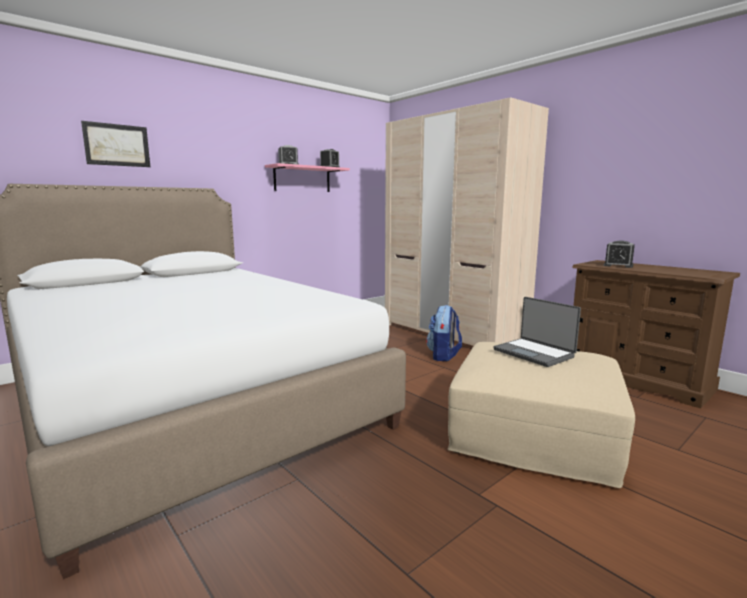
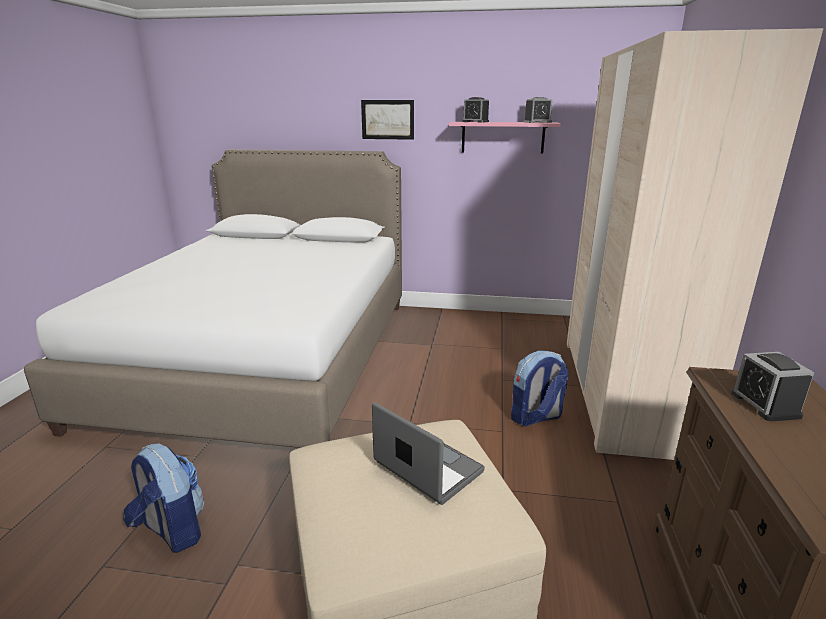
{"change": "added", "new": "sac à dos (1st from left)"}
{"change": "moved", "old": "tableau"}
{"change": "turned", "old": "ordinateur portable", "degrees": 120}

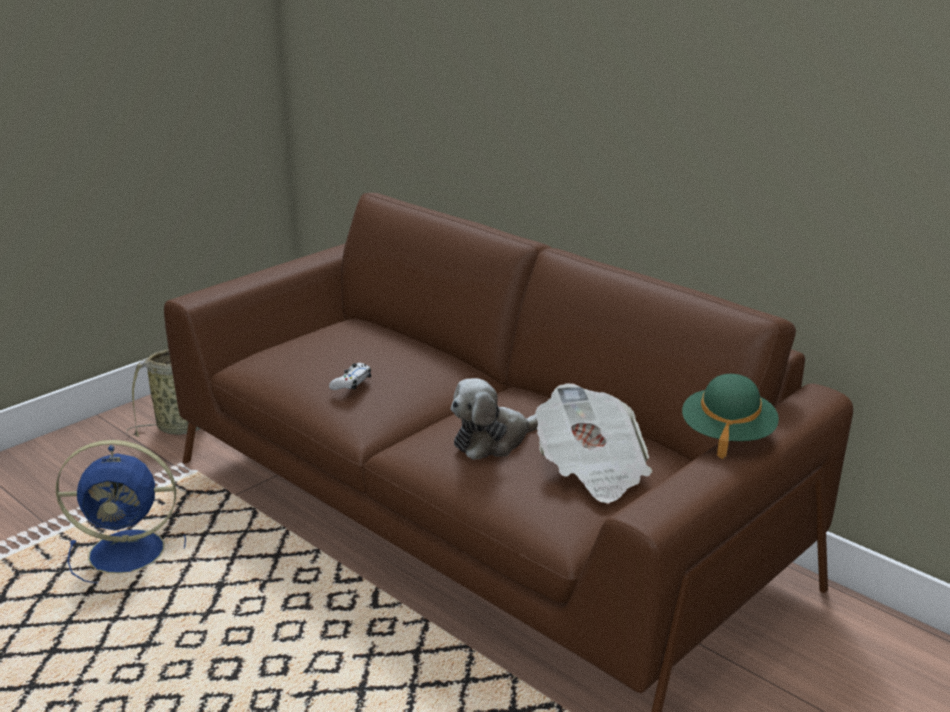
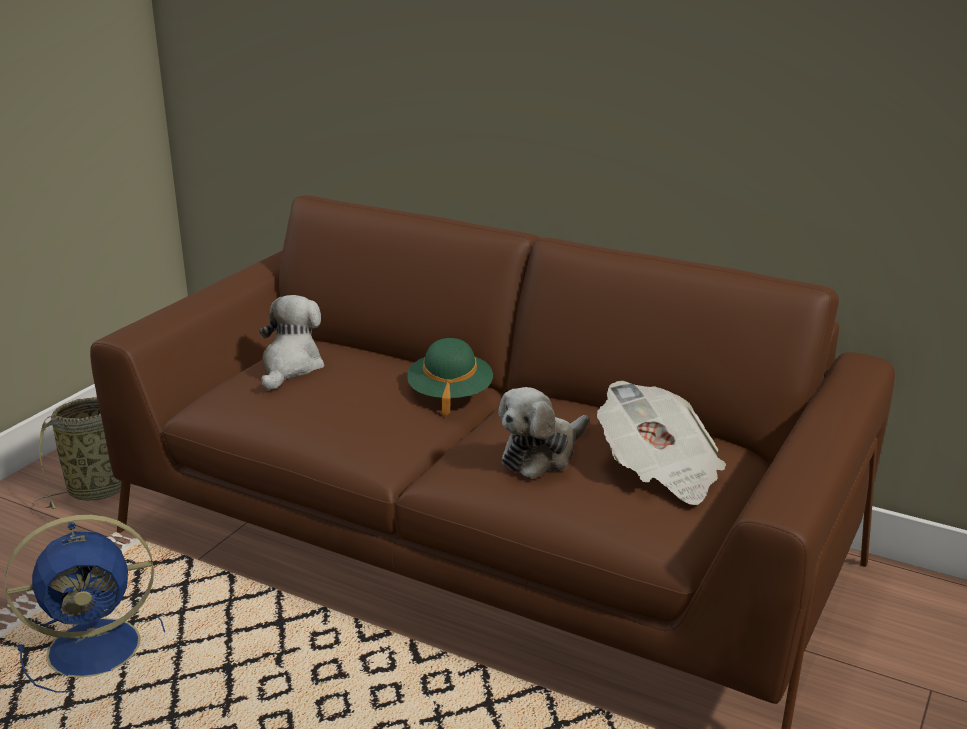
{"change": "removed", "old": "manette [blanc]"}
{"change": "added", "new": "peluche (1st from left)"}
{"change": "moved", "old": "chapeau [vert]"}

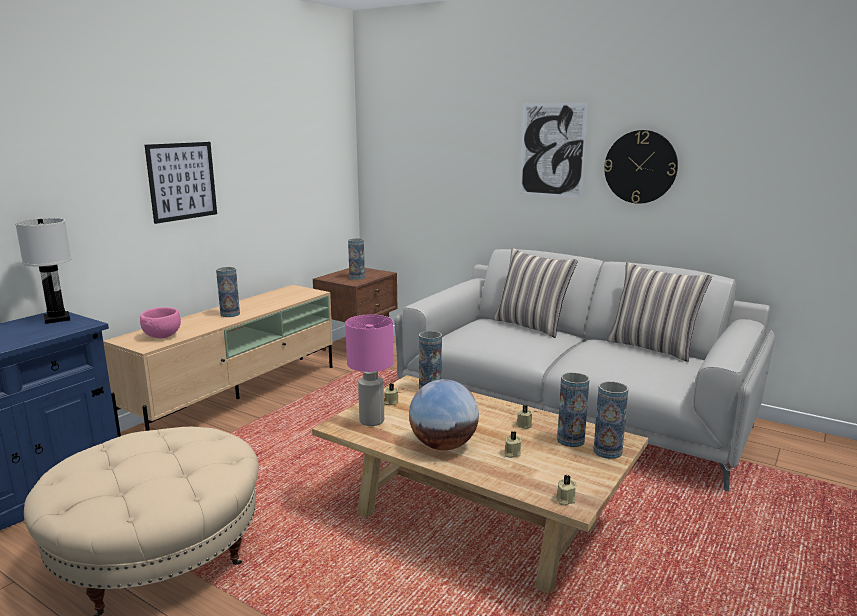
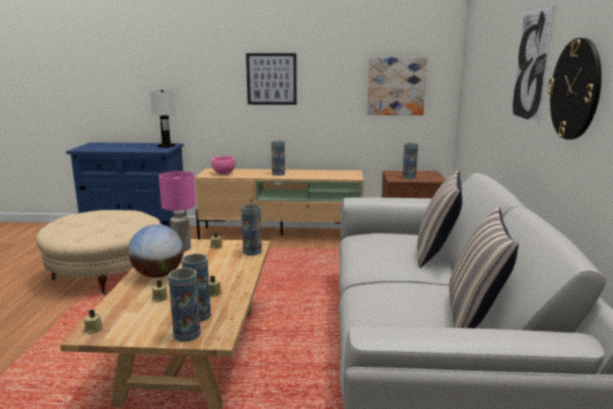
{"change": "added", "new": "tableau (2nd from left)"}

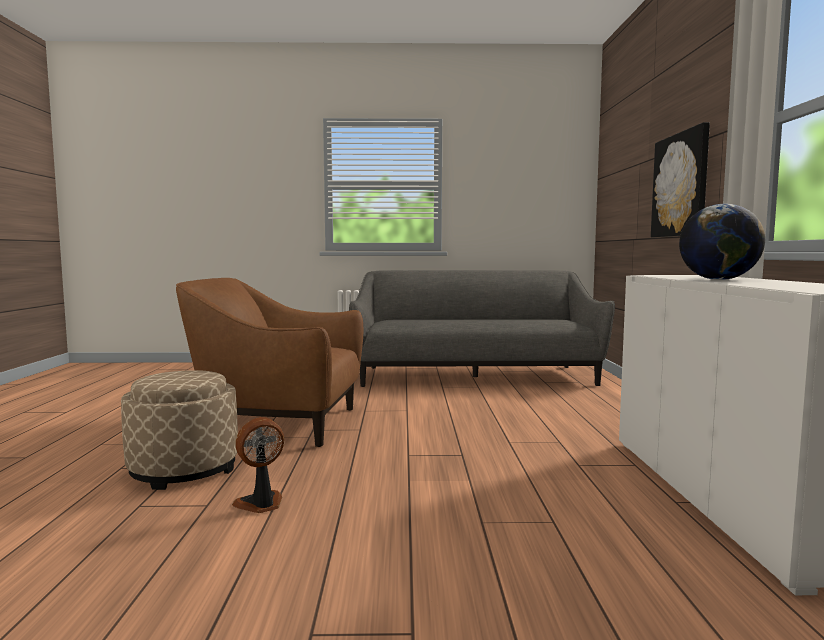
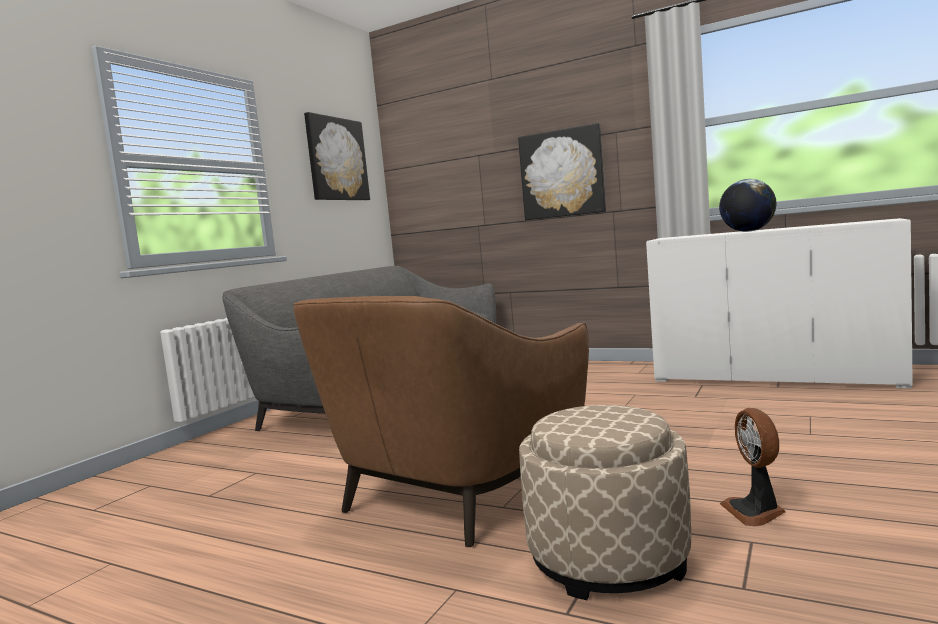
{"change": "added", "new": "tableau (1st from left)"}

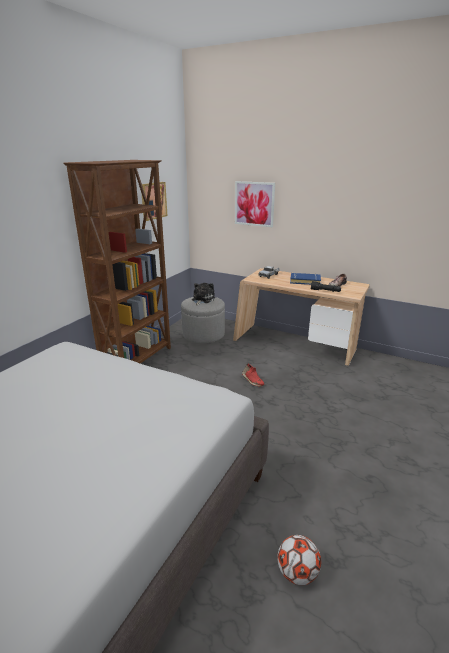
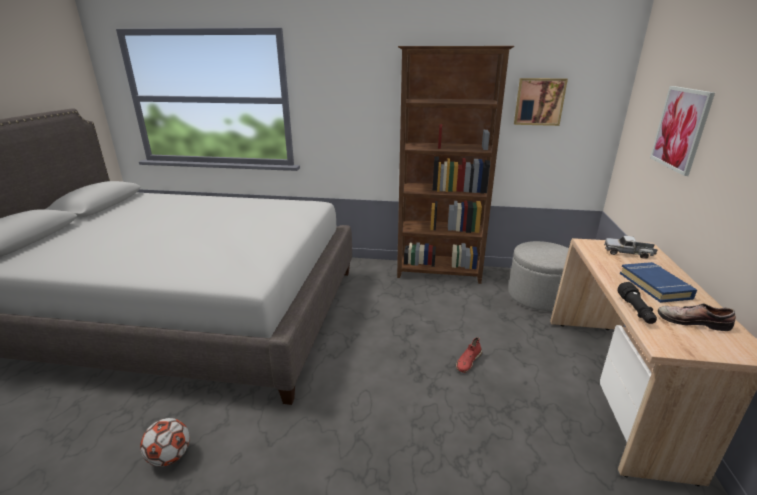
{"change": "removed", "old": "peluche"}

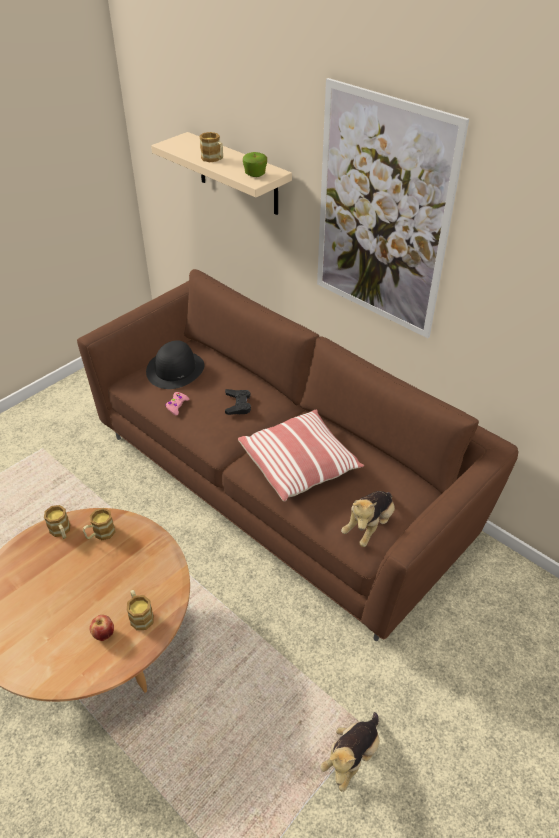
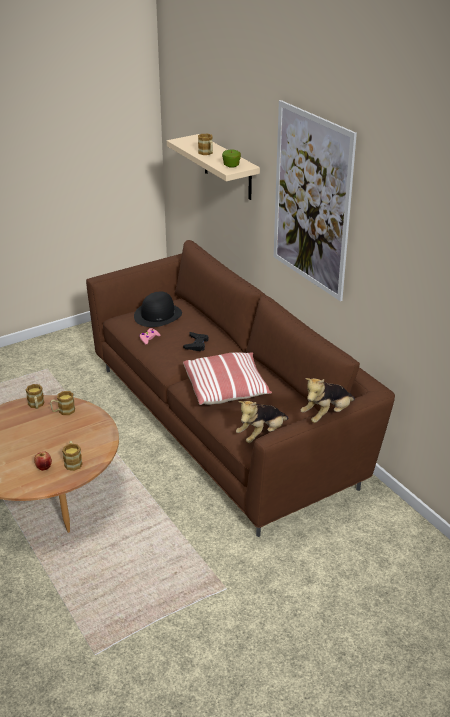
{"change": "moved", "old": "peluche (1st from left in the first image)", "new": "peluche (2nd from left)"}

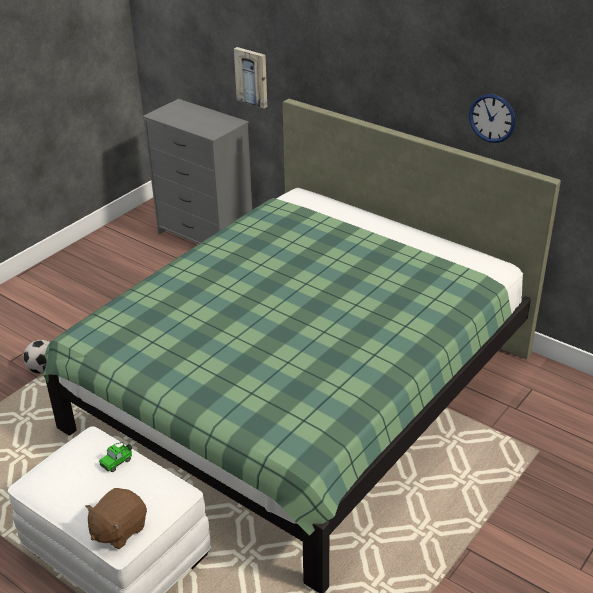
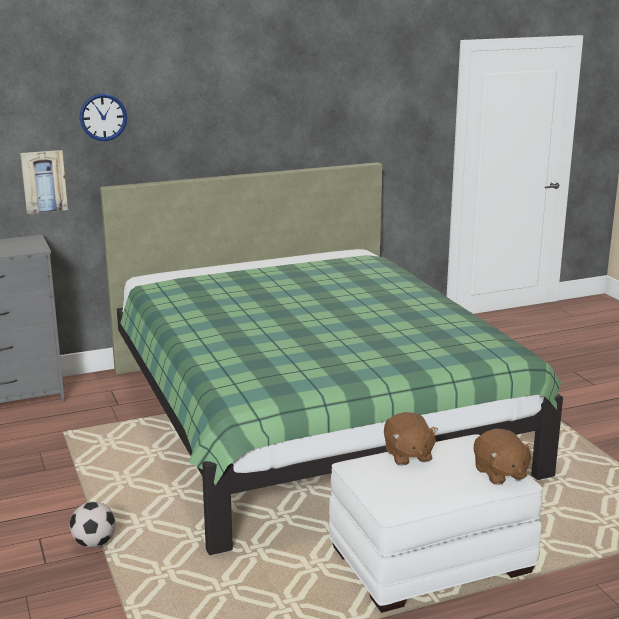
{"change": "moved", "old": "horloge murale"}
{"change": "replaced", "old": "petite voiture", "new": "peluche [marron] (1st from left)"}

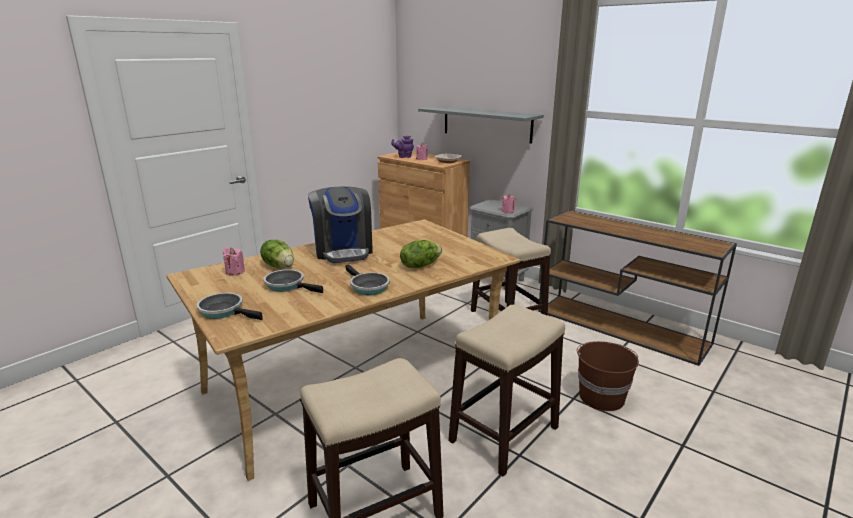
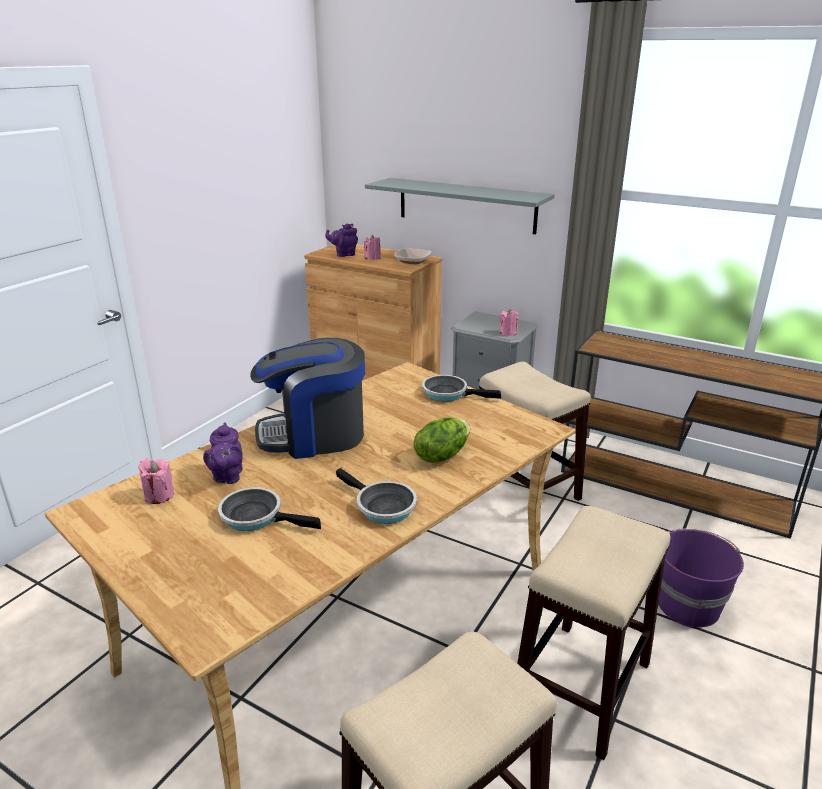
{"change": "moved", "old": "poêle (1st from left in the first image)", "new": "poêle (3rd from left)"}
{"change": "replaced", "old": "laitue (1st from left)", "new": "théière [violet] (1st from left)"}
{"change": "recoloured", "old": "seau [marron]", "new": "seau [violet]"}
{"change": "turned", "old": "machine à café", "degrees": 105}

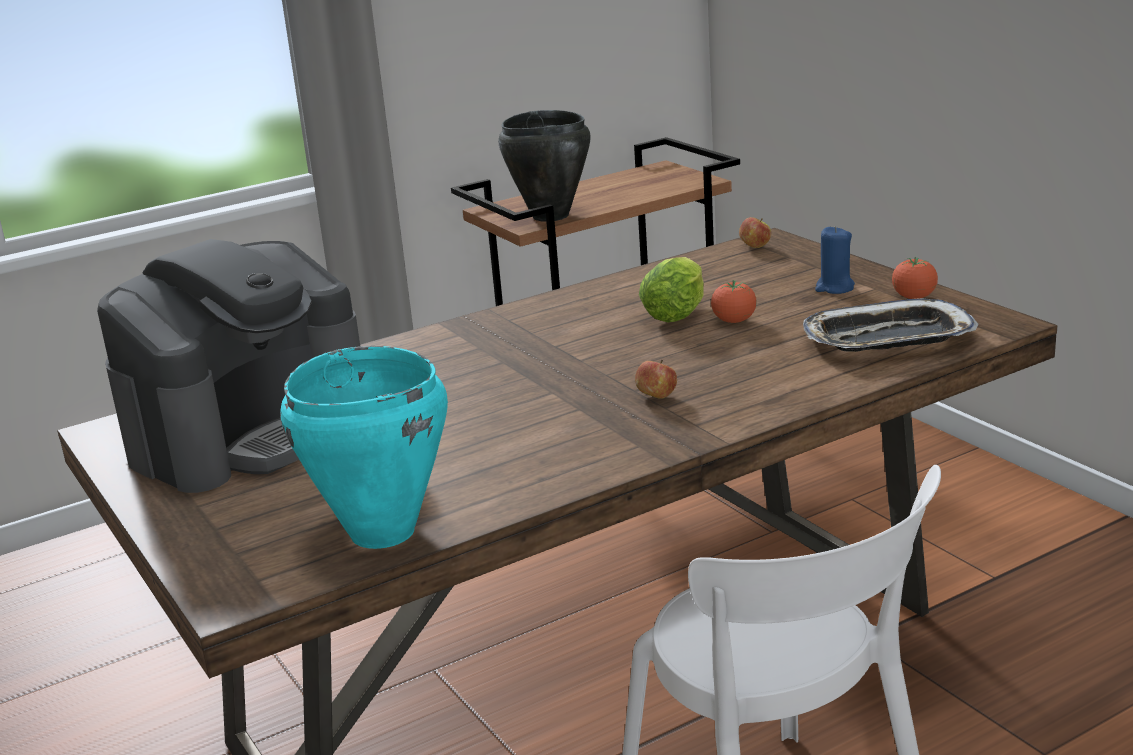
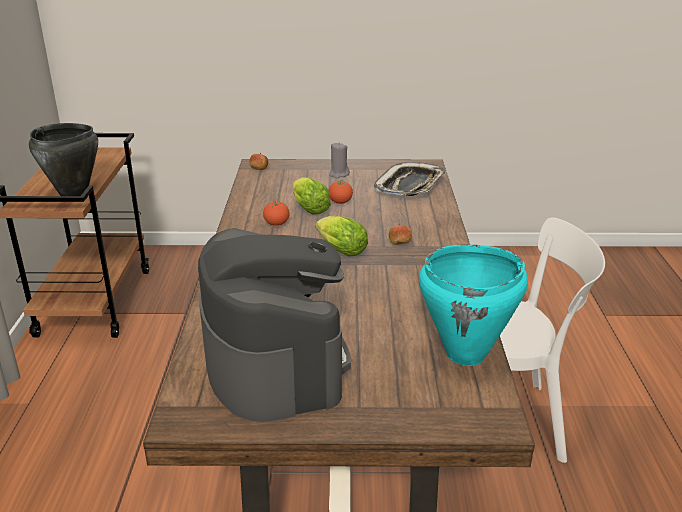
{"change": "added", "new": "laitue (2nd from left)"}
{"change": "moved", "old": "tomate (2nd from left in the first image)", "new": "tomate (1st from left)"}
{"change": "recoloured", "old": "bougie [bleu]", "new": "bougie [gris]"}

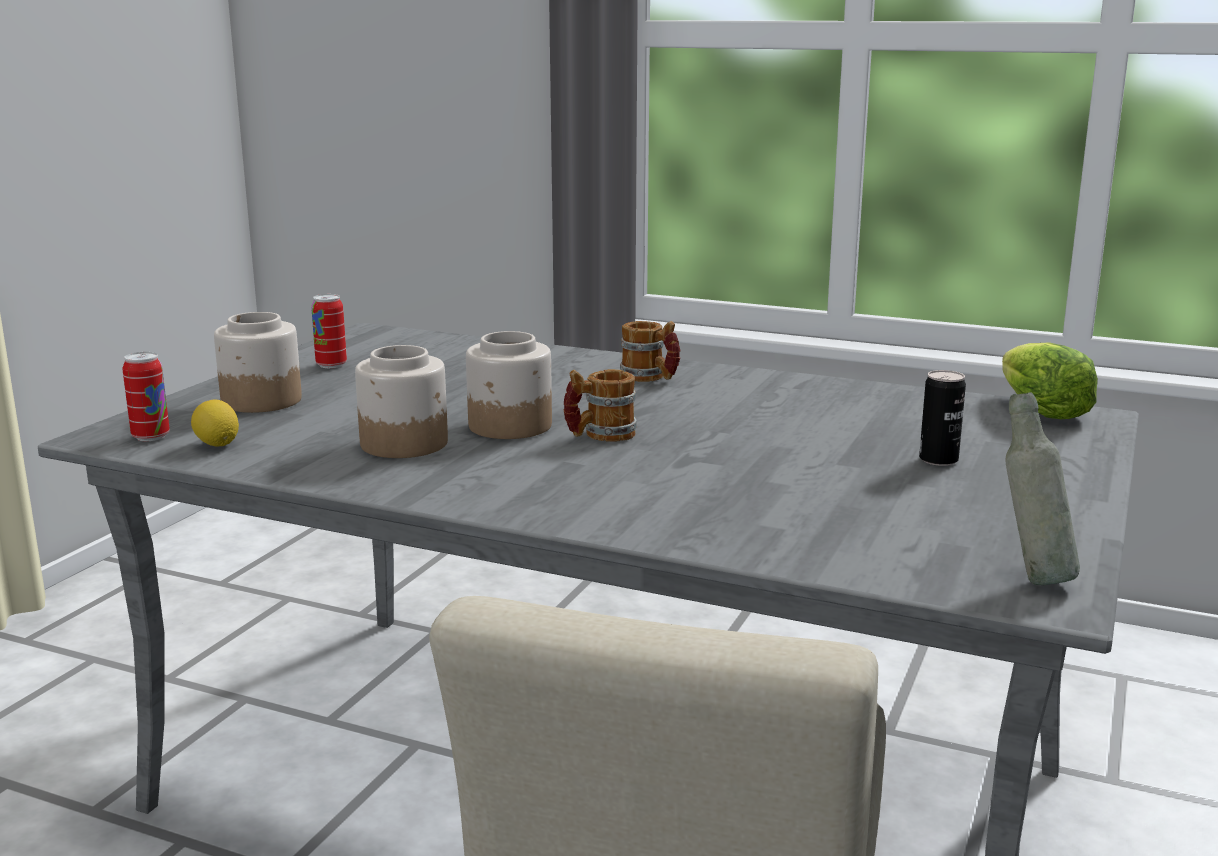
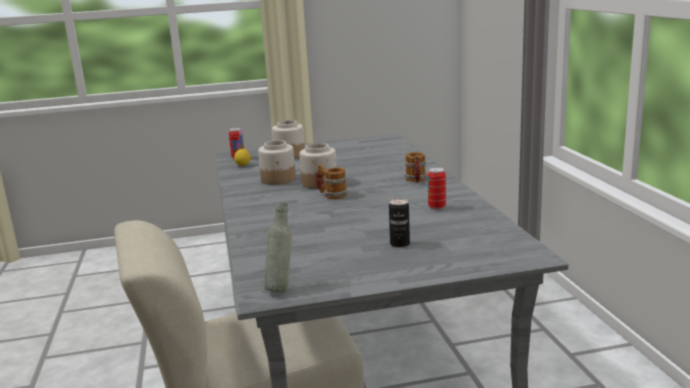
{"change": "removed", "old": "laitue"}
{"change": "moved", "old": "boîte métallique (2nd from left in the first image)", "new": "boîte métallique (3rd from left)"}

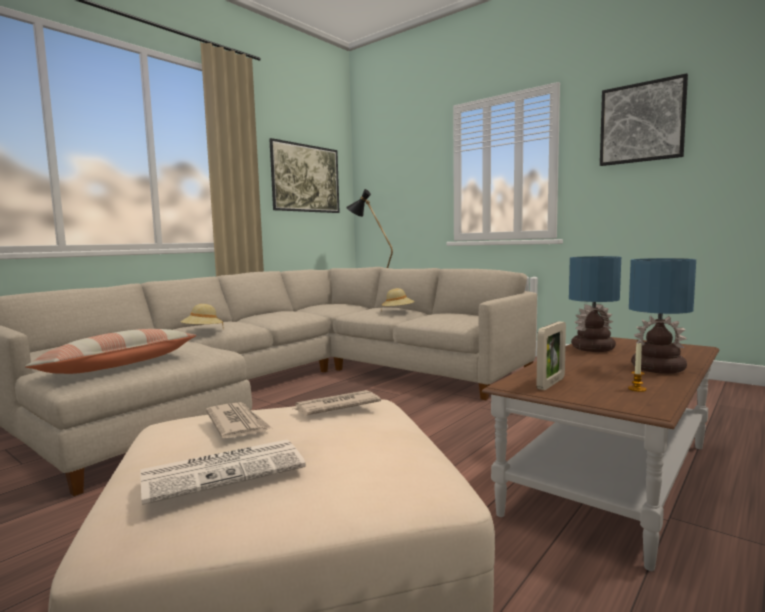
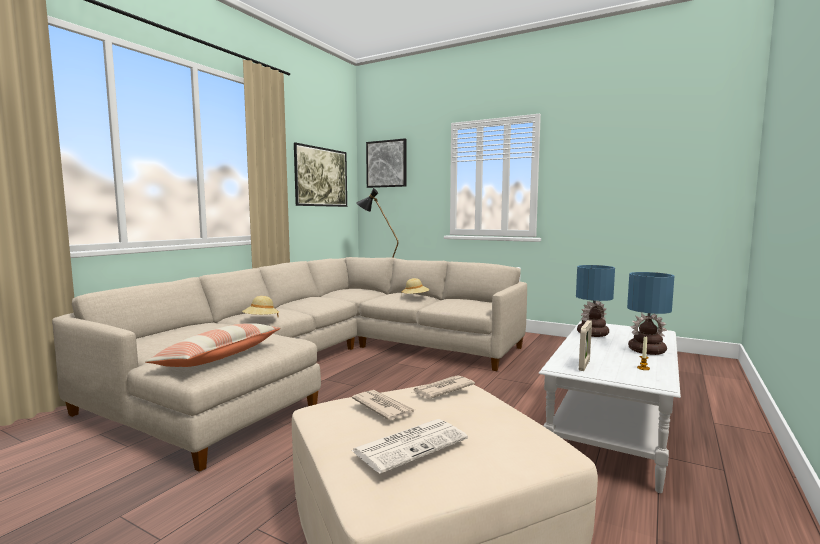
{"change": "moved", "old": "tableau (2nd from left)"}
{"change": "recoloured", "old": "table basse [marron]", "new": "table basse [blanc]"}

